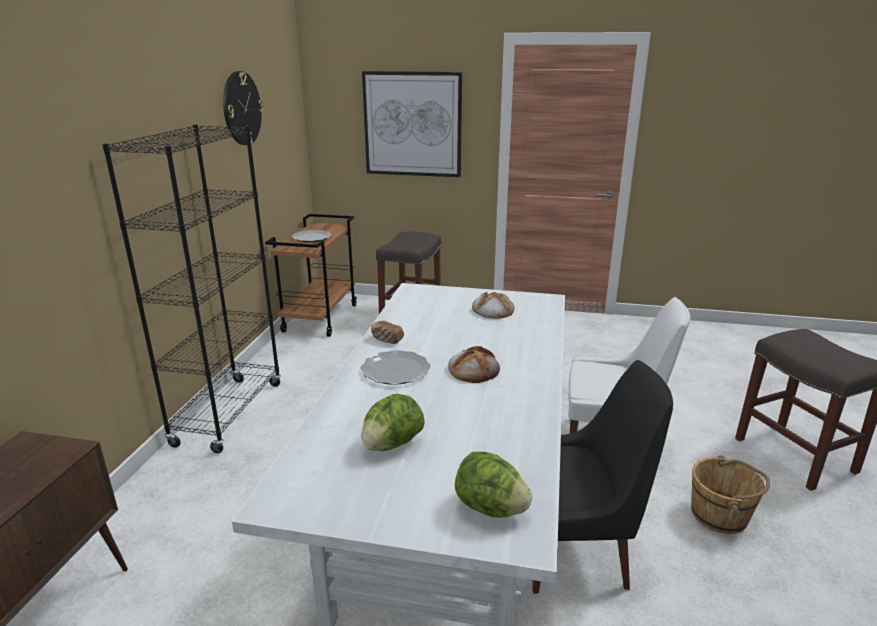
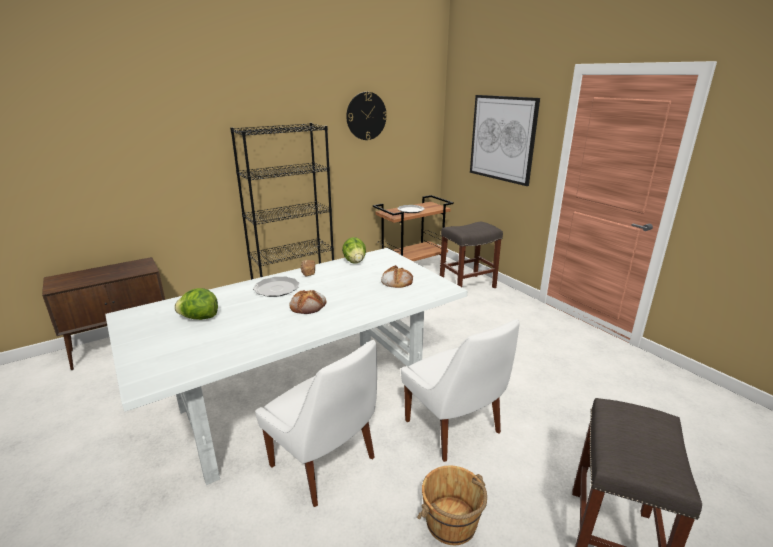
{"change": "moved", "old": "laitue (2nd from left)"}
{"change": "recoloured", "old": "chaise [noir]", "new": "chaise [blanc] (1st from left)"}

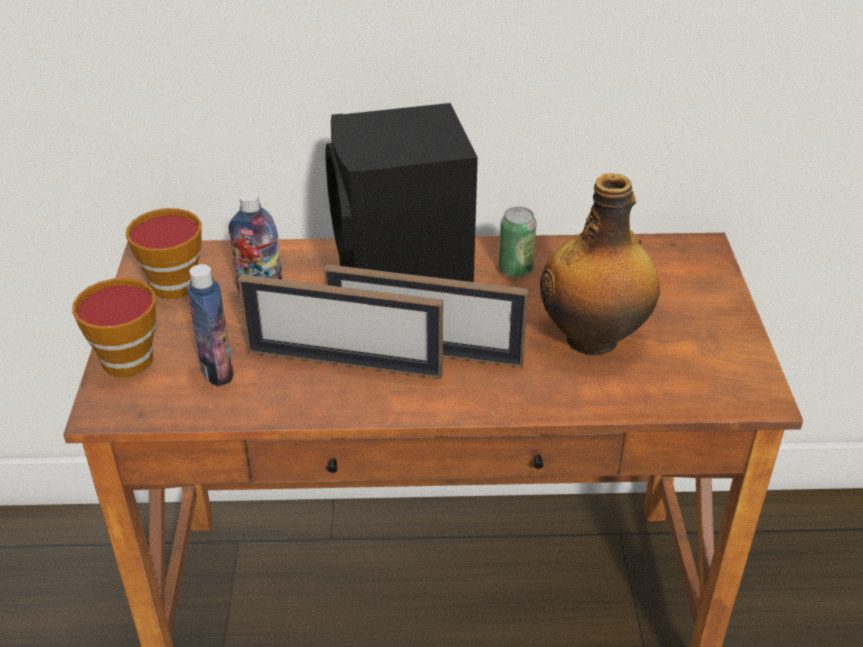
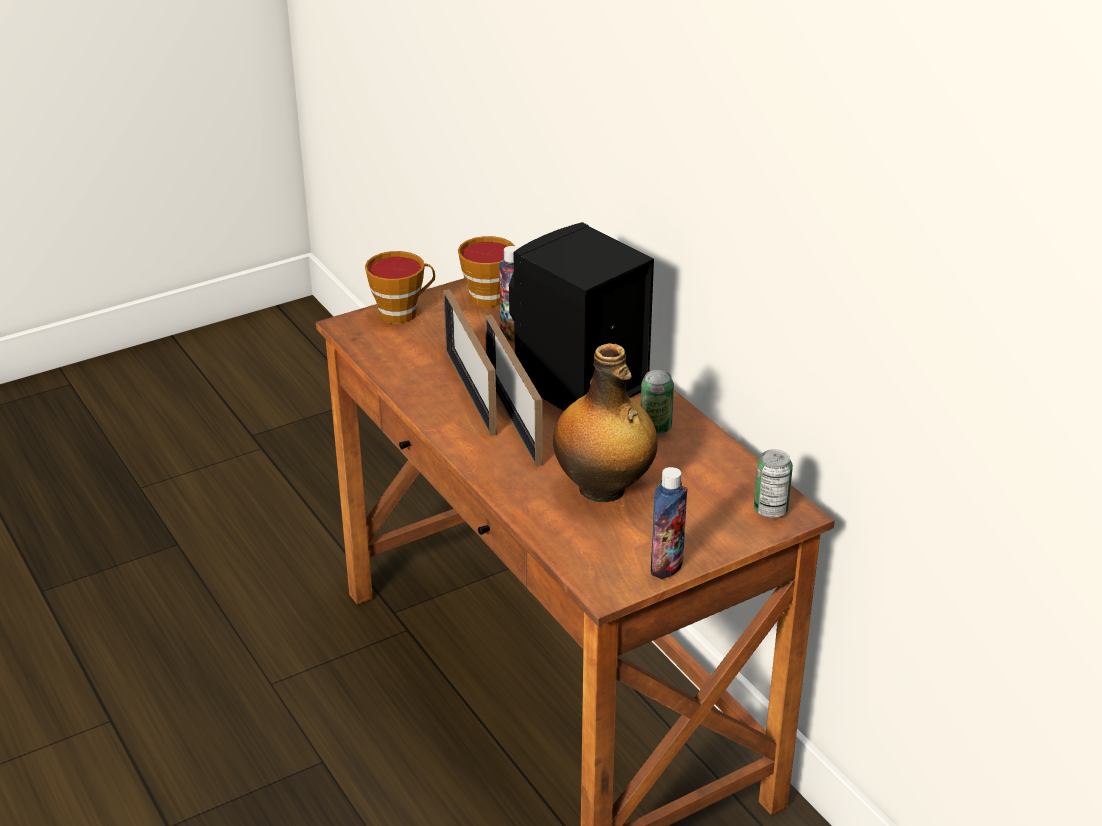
{"change": "added", "new": "boîte métallique (2nd from left)"}
{"change": "moved", "old": "bouteille (1st from left in the first image)", "new": "bouteille (3rd from left)"}

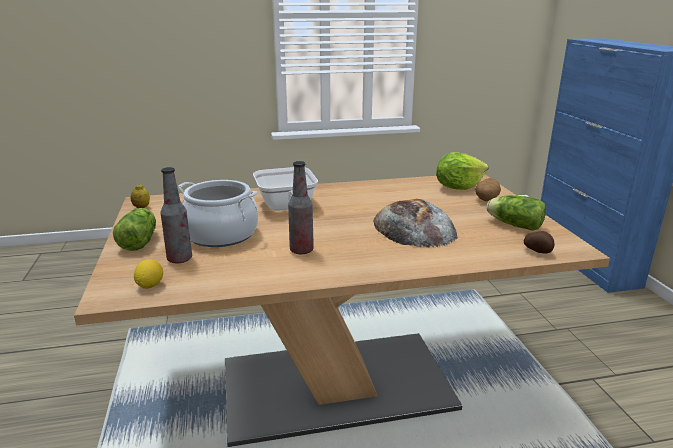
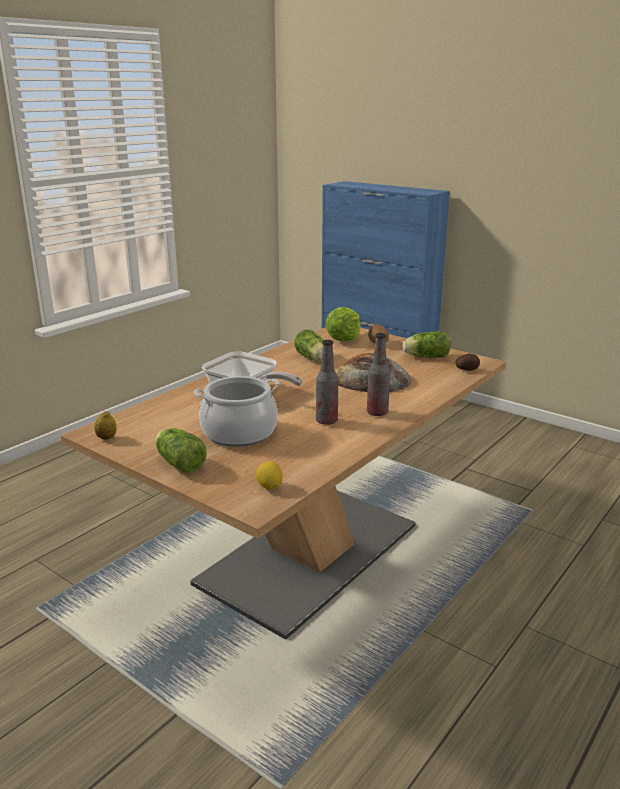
{"change": "added", "new": "laitue (2nd from left)"}
{"change": "moved", "old": "bouteille (1st from left in the first image)", "new": "bouteille (2nd from left)"}

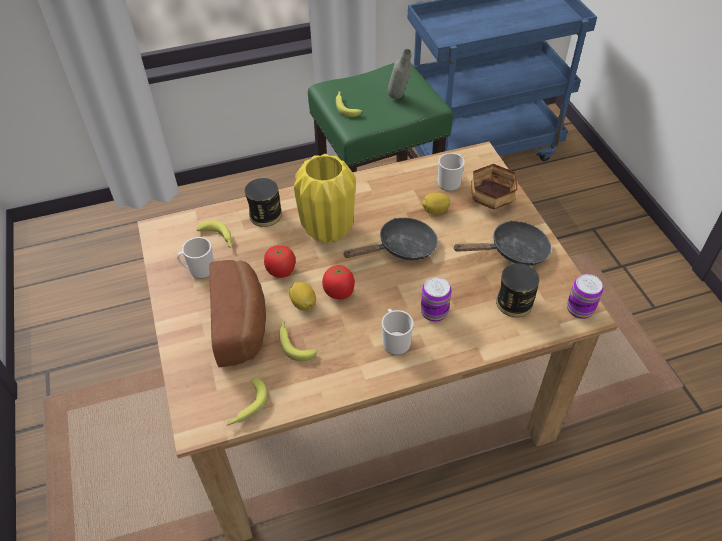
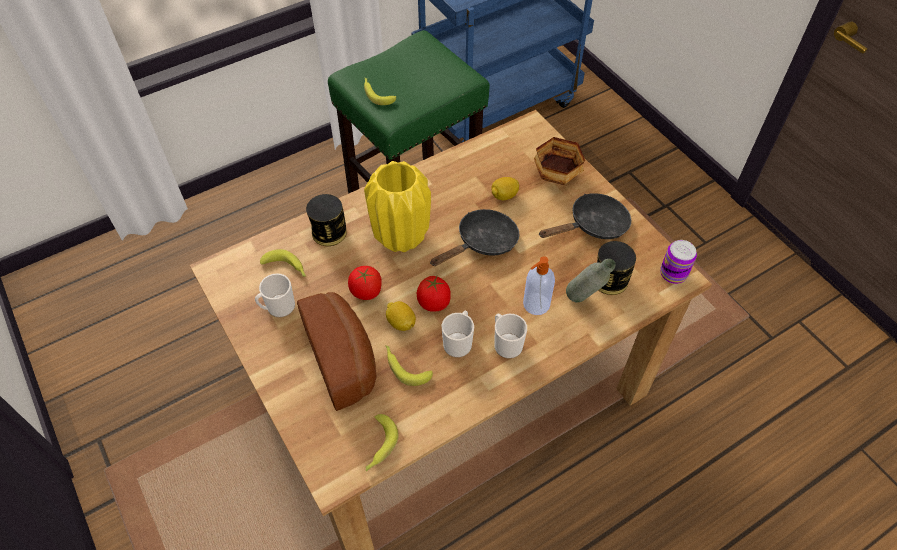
{"change": "moved", "old": "bouteille [gris]"}
{"change": "moved", "old": "mug (3rd from left in the first image)", "new": "mug (2nd from left)"}
{"change": "replaced", "old": "boîte métallique (2nd from left)", "new": "distributeur de savon"}

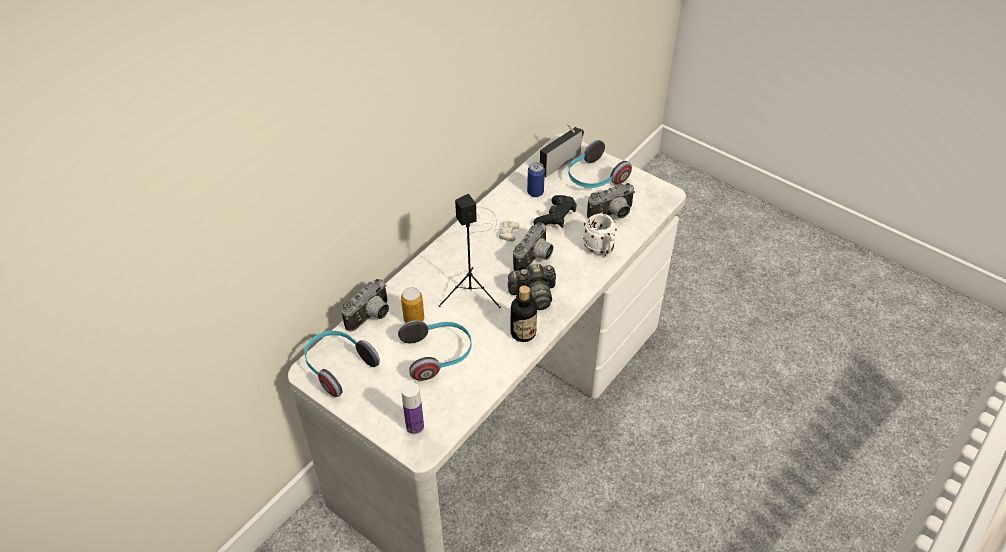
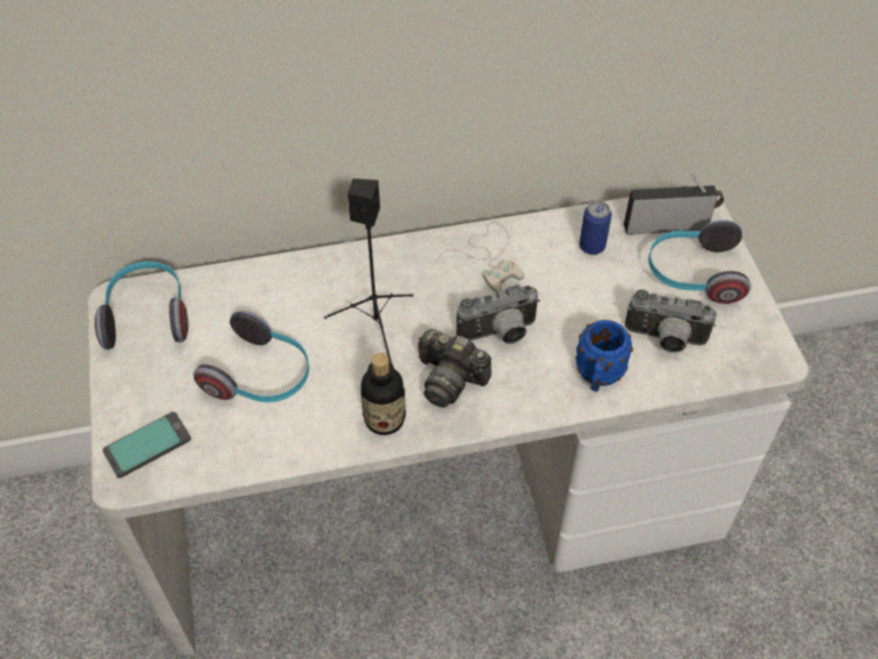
{"change": "removed", "old": "appareil photo (1st from left)"}
{"change": "removed", "old": "boîte métallique (1st from left)"}
{"change": "removed", "old": "manette [noir]"}
{"change": "replaced", "old": "bouteille (1st from left)", "new": "téléphone"}
{"change": "recoloured", "old": "mug [blanc]", "new": "mug [bleu]"}

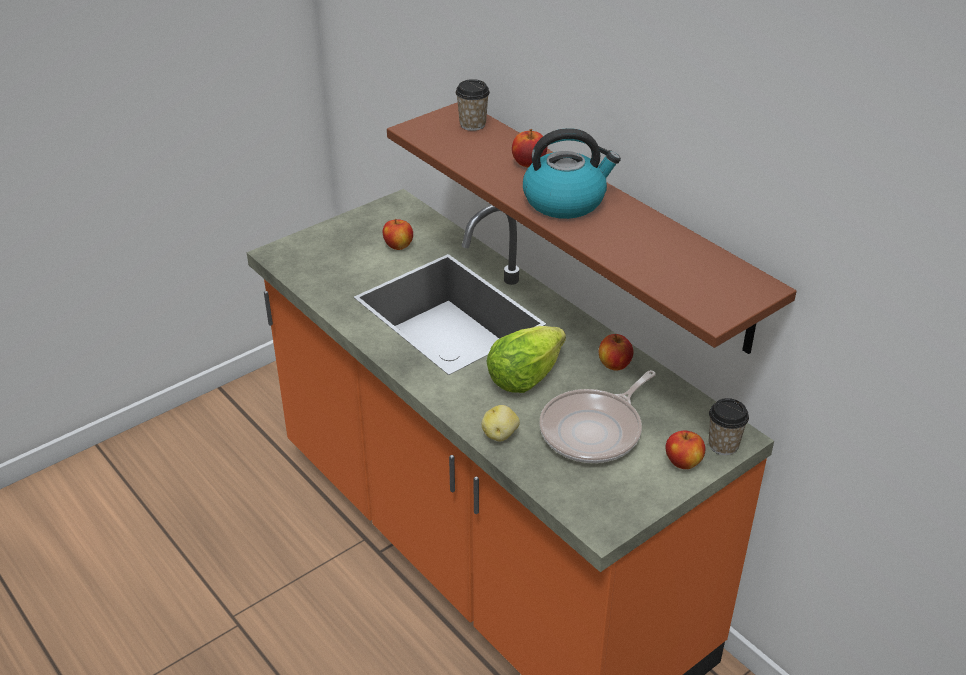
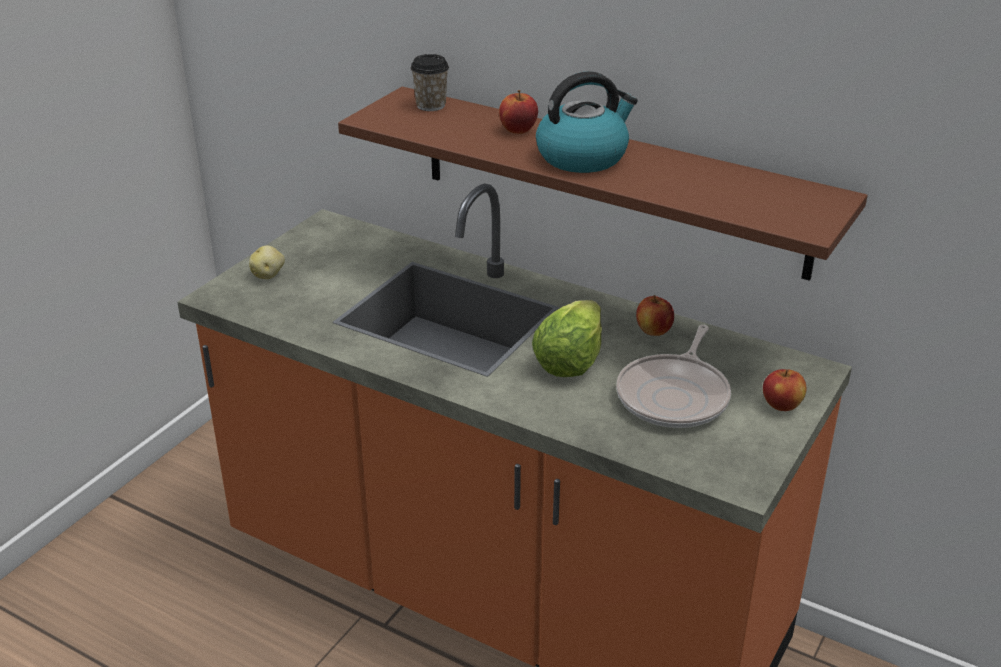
{"change": "removed", "old": "pomme (1st from left)"}
{"change": "removed", "old": "tasse (2nd from left)"}
{"change": "moved", "old": "pomme de terre"}

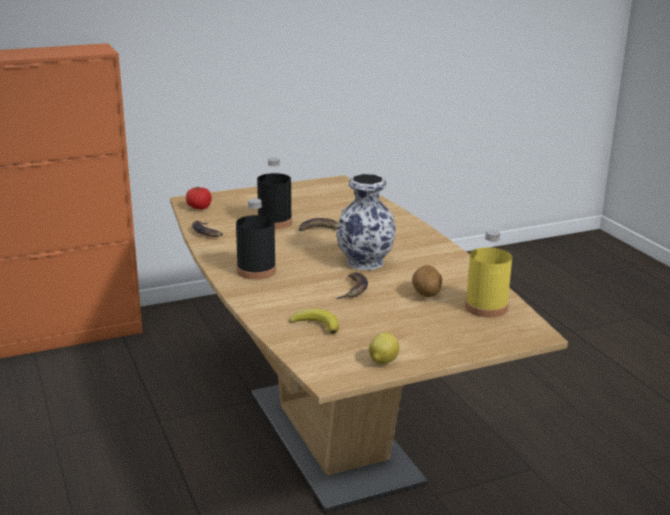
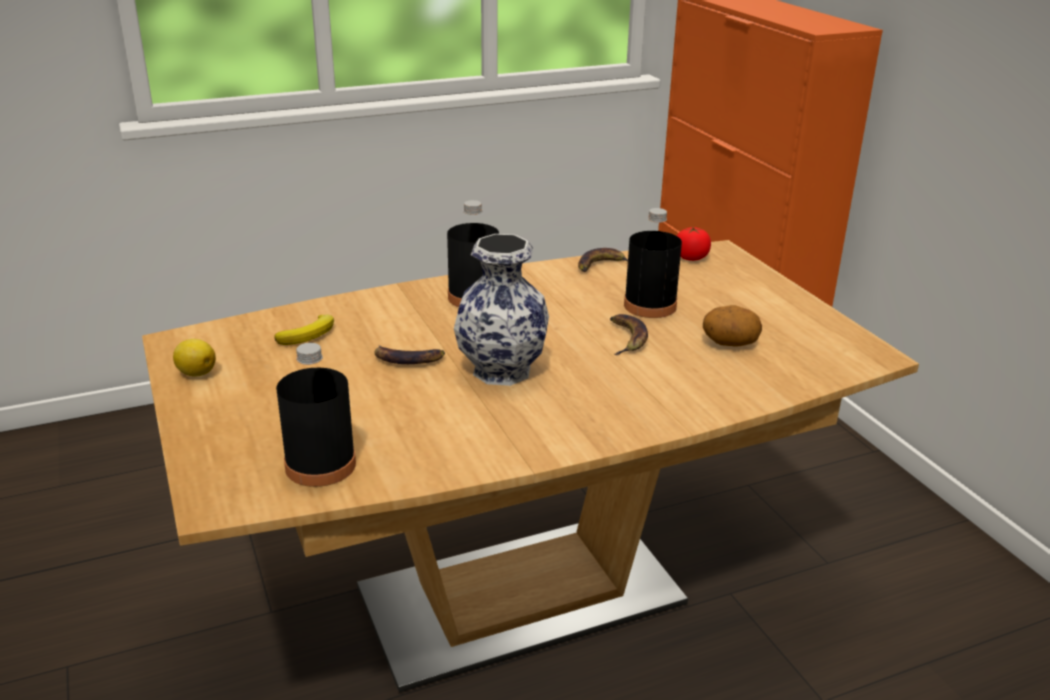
{"change": "moved", "old": "pomme de terre"}
{"change": "recoloured", "old": "bouteille [jaune]", "new": "bouteille [noir] (1st from left)"}

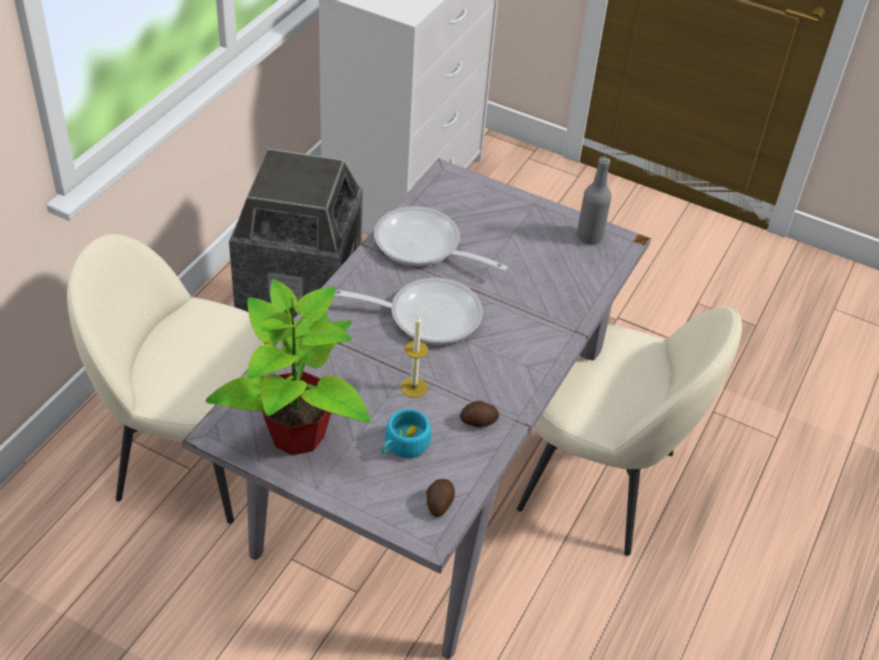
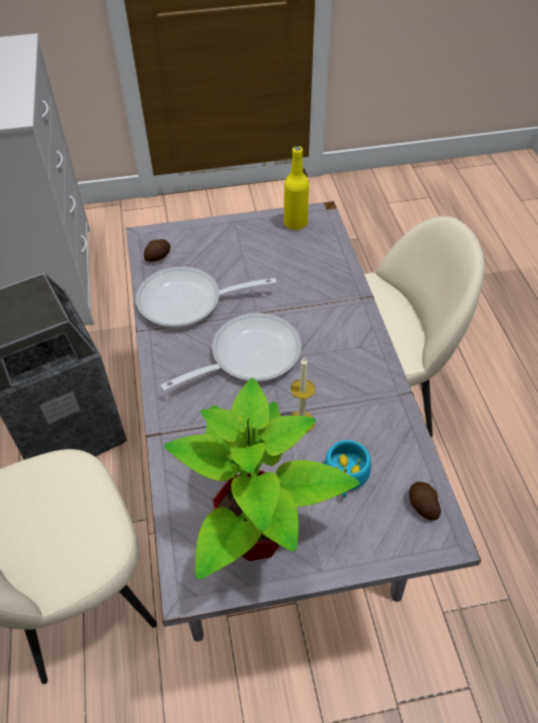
{"change": "moved", "old": "pomme de terre (2nd from left in the first image)", "new": "pomme de terre (1st from left)"}
{"change": "recoloured", "old": "bouteille [gris]", "new": "bouteille [jaune]"}

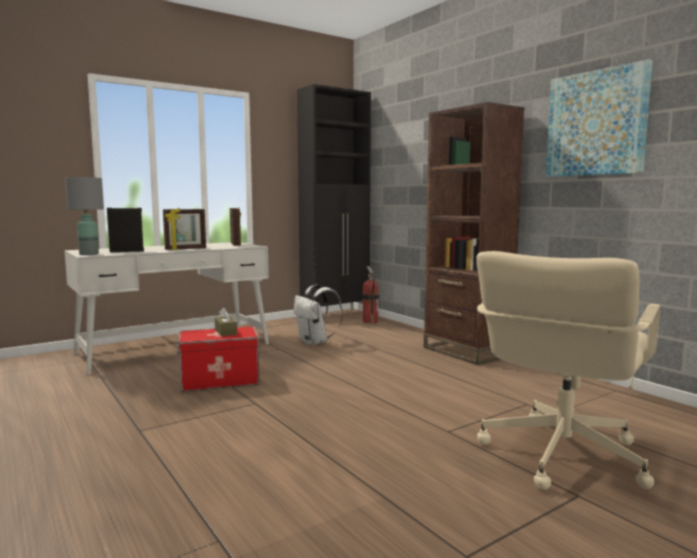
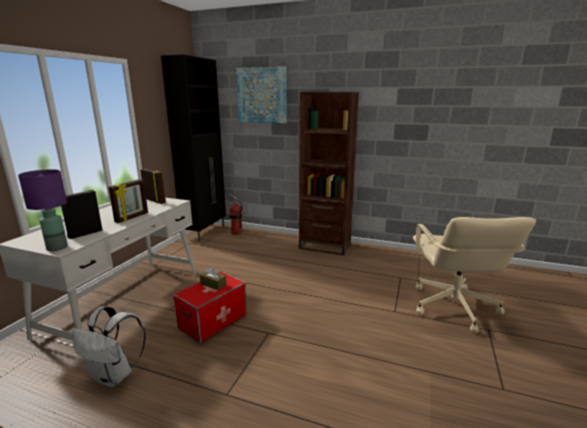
{"change": "moved", "old": "sac à dos [blanc]"}
{"change": "moved", "old": "tableau"}
{"change": "recoloured", "old": "lampe de table [gris]", "new": "lampe de table [violet]"}

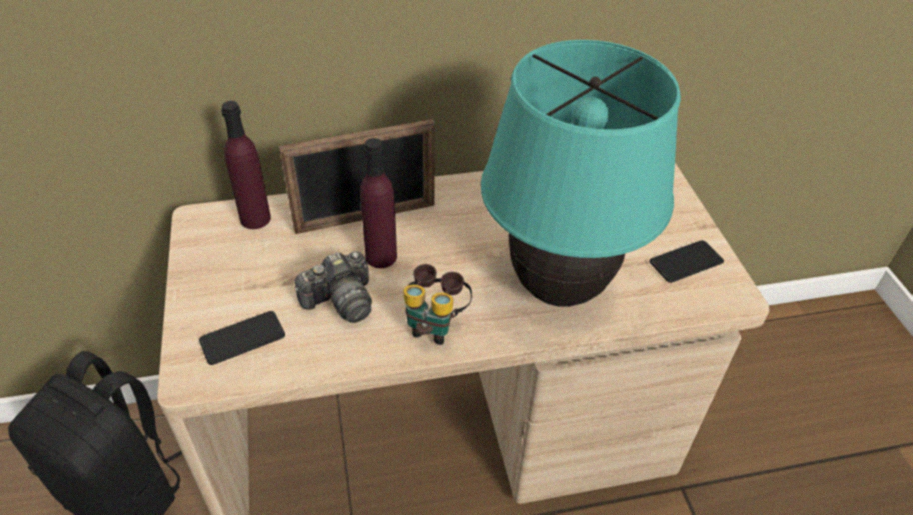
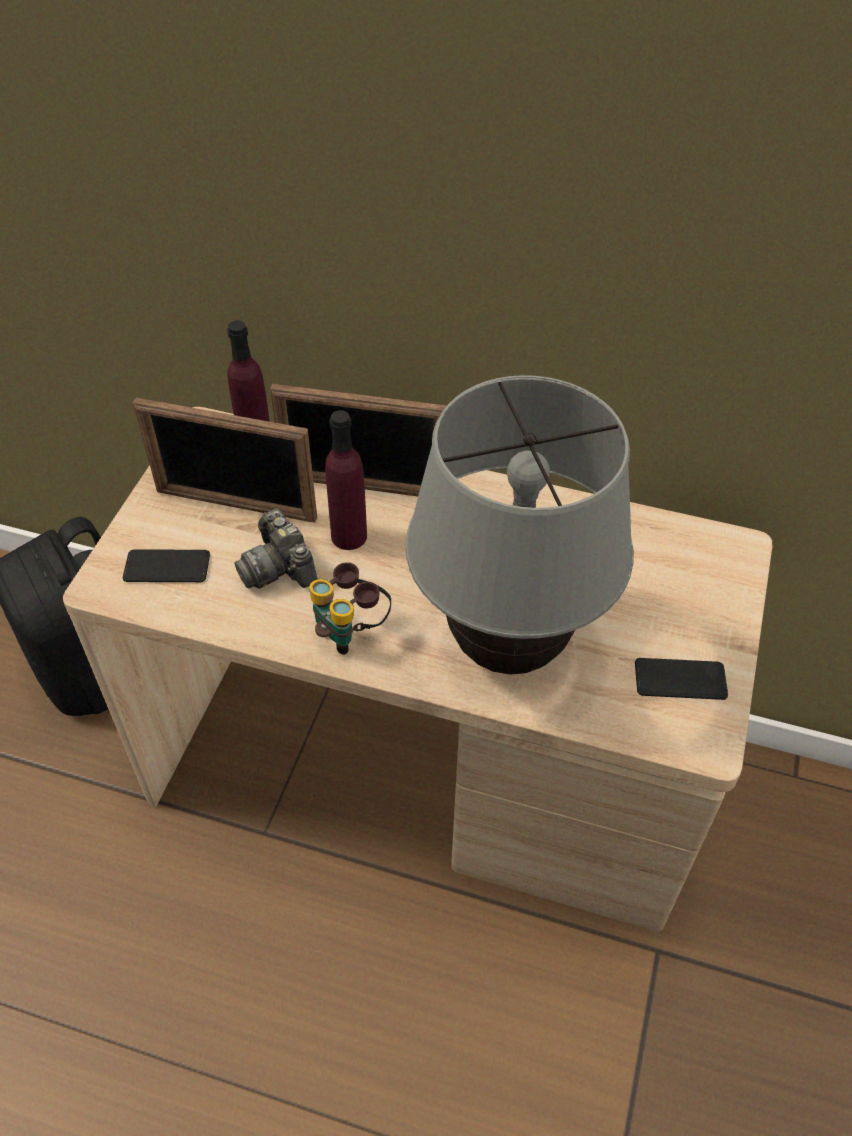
{"change": "added", "new": "cadre photo (1st from left)"}
{"change": "recoloured", "old": "lampe de table [turquoise]", "new": "lampe de table [gris]"}
{"change": "turned", "old": "appareil photo", "degrees": 60}

